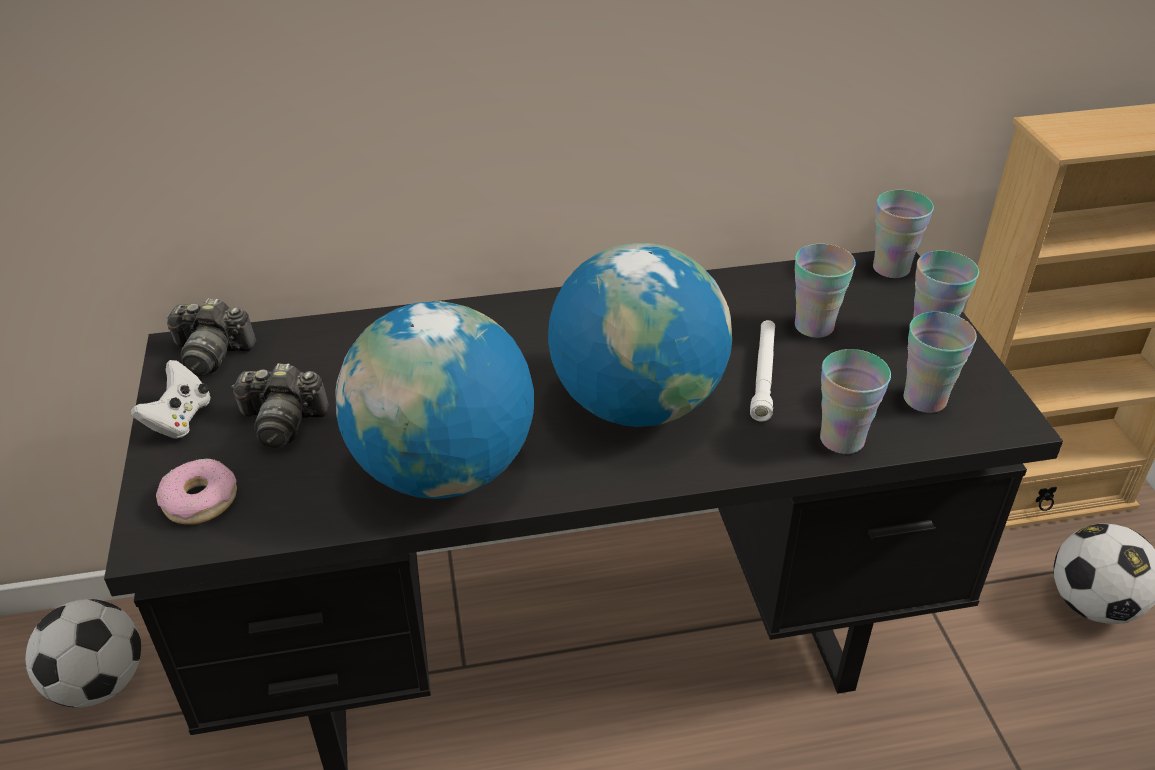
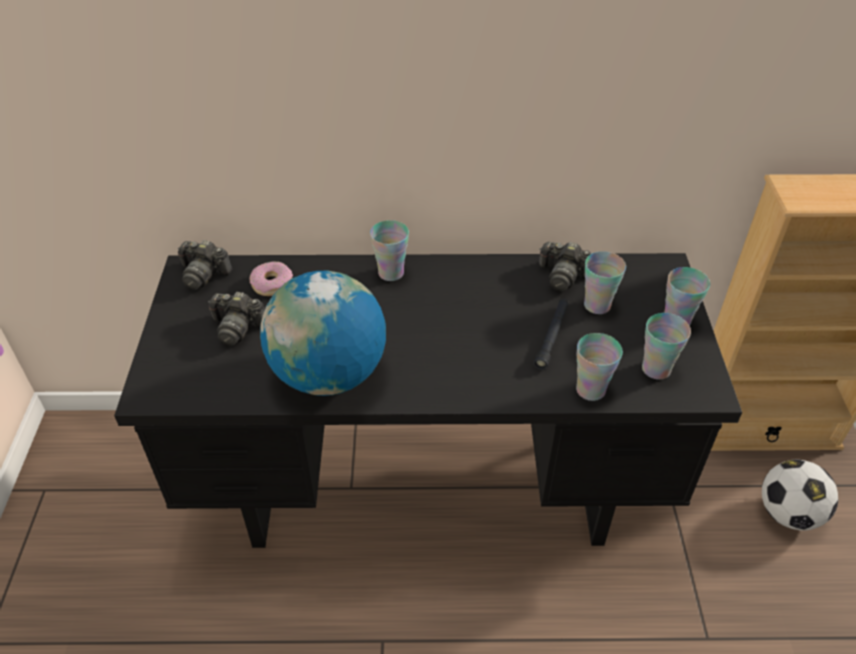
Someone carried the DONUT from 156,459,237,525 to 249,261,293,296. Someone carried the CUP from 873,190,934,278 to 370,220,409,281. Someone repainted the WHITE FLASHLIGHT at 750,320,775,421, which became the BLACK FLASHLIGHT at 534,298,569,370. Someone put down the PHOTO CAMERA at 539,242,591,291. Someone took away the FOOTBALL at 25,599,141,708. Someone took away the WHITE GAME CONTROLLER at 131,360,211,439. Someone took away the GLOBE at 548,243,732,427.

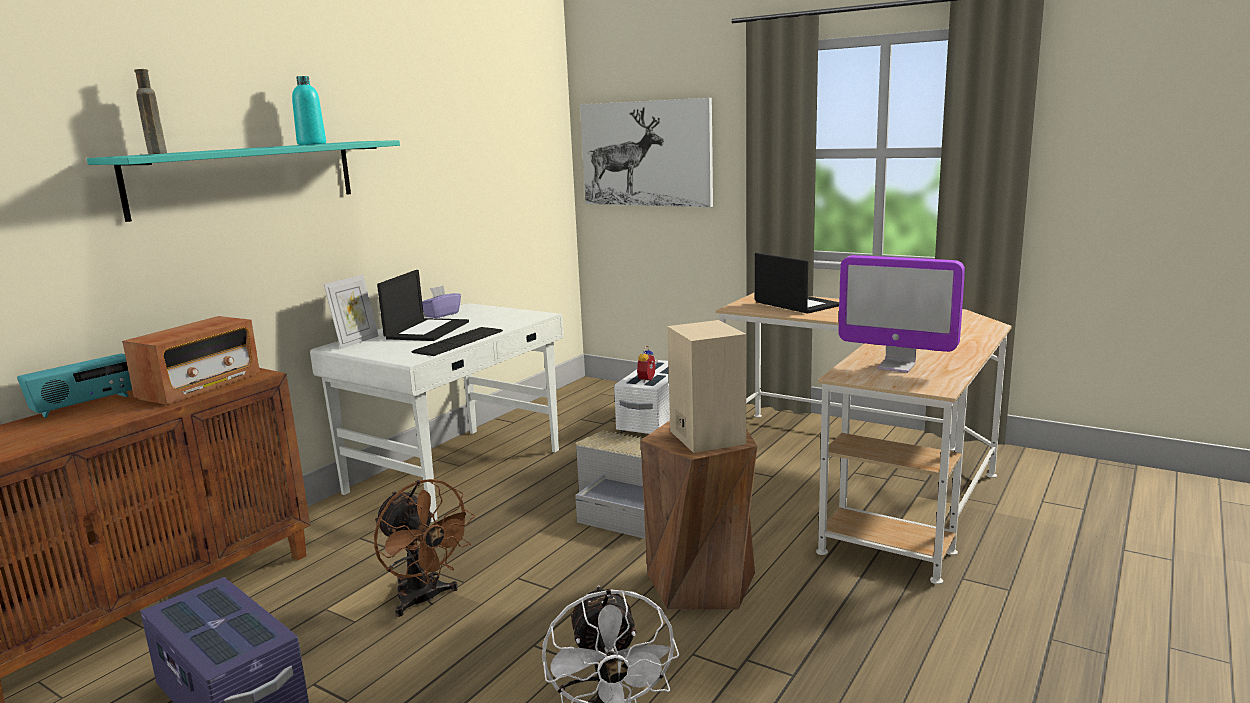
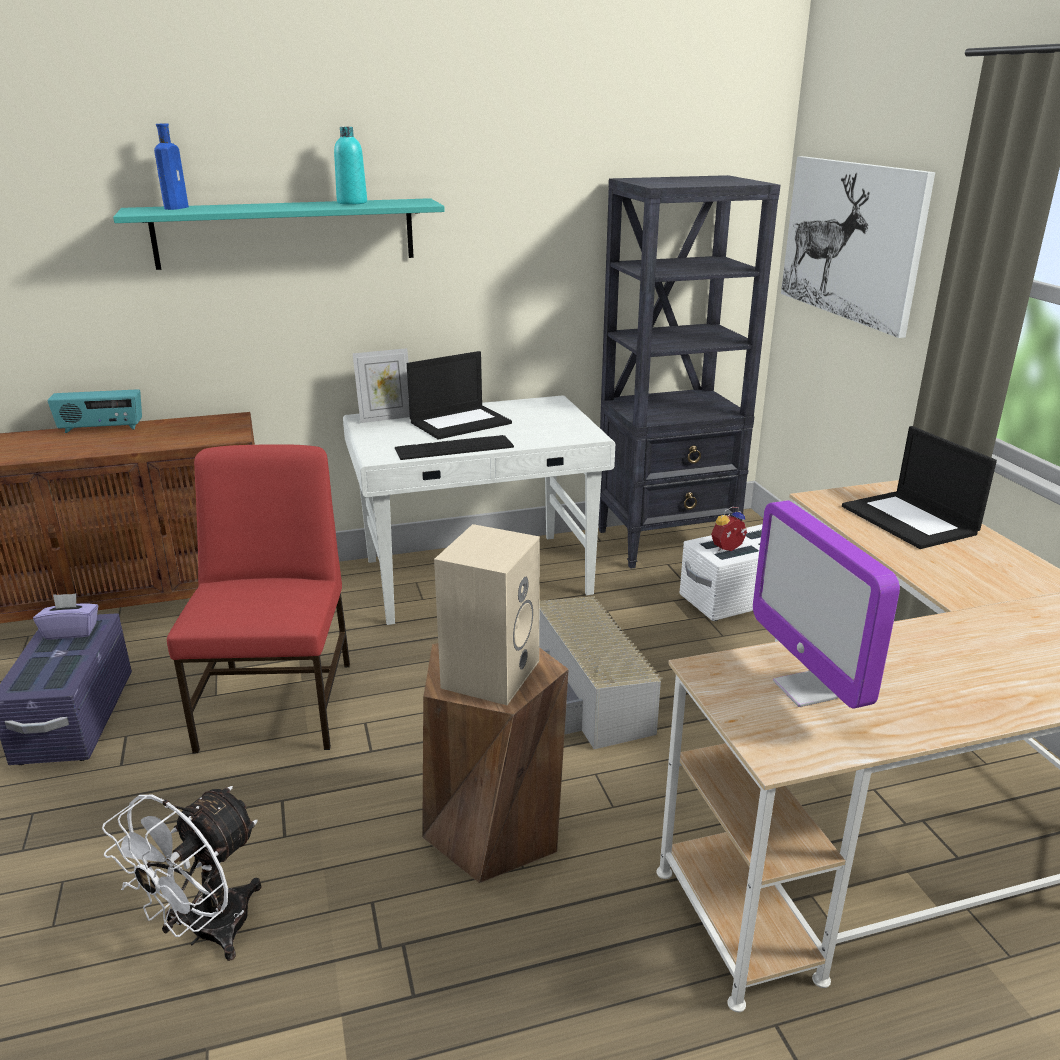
Someone carried the PURPLE TISSUE BOX from 422,286,461,318 to 33,593,98,639. Someone repainted the BROWN BOTTLE at 134,69,167,154, which became the BLUE BOTTLE at 154,123,189,210. Someone swapped the BROWN FAN at 374,479,475,617 for the RED CHAIR at 167,444,350,753. Someone put down the BLACK BOOKCASE at 598,175,780,569. Someone rotated the LAPTOP at 755,253,839,314 by 150 degrees clockwise. Someone took away the RADIO at 122,316,260,405.

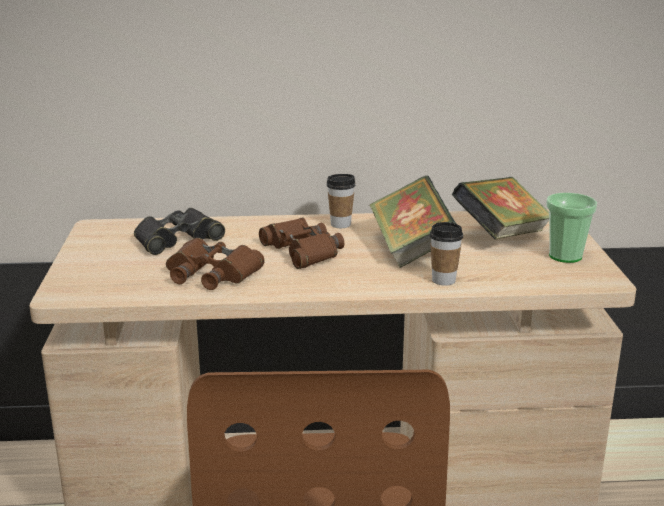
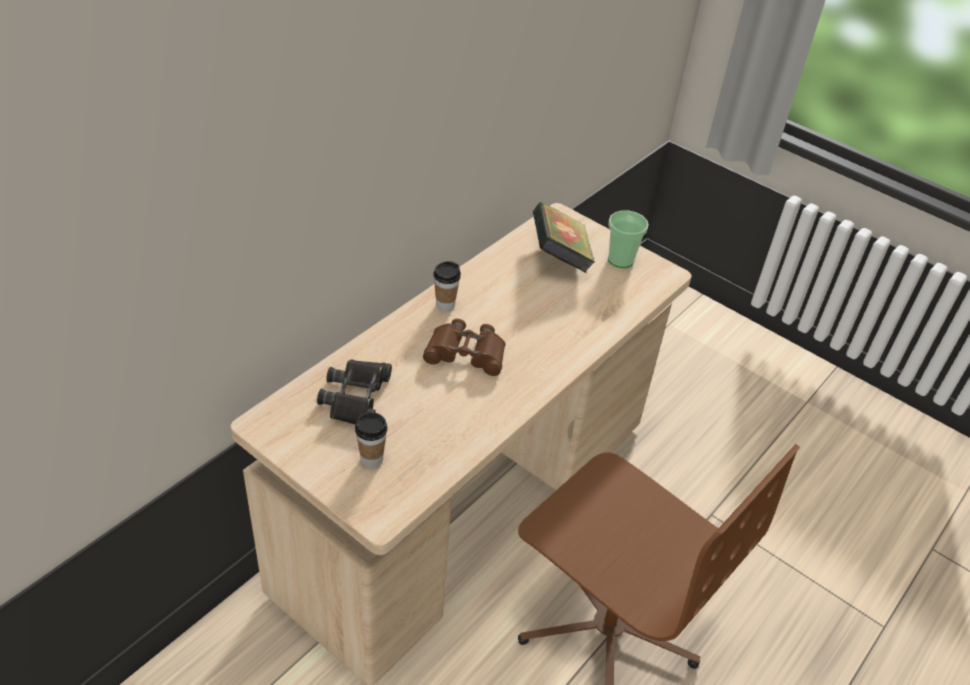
Someone carried the CUP from 430,222,463,286 to 355,412,388,468. Someone took away the BROWN BINOCULARS at 166,238,265,290. Someone took away the BOOK at 370,176,457,268.

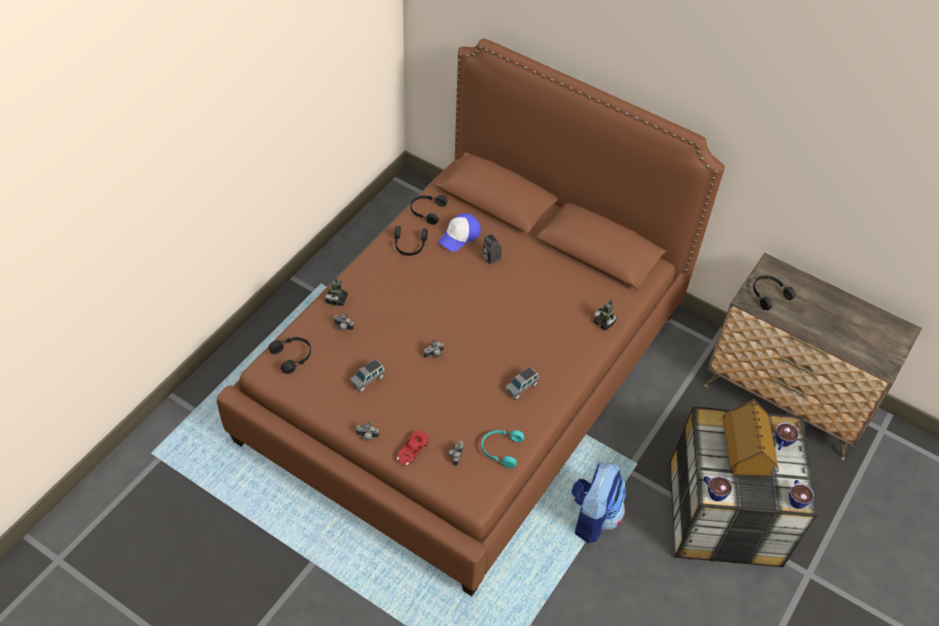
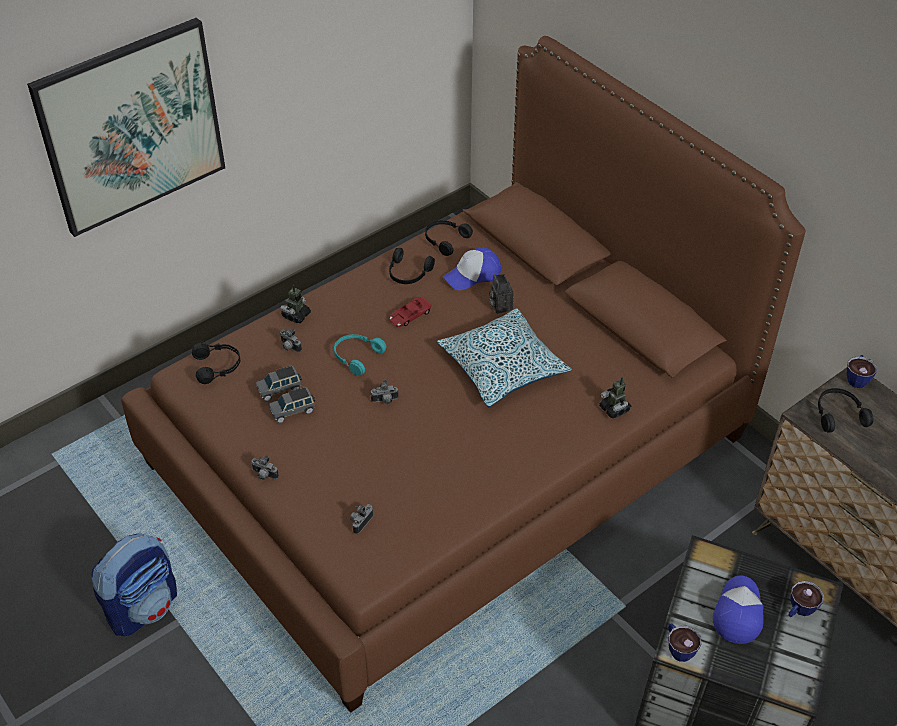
Someone put up the PICTURE at 27,18,225,237. Someone carried the BACKPACK from 571,463,626,543 to 91,534,177,636. Someone carried the GREY TOY CAR from 505,366,539,399 to 256,365,302,401. Someone carried the TURQUOISE HEADPHONES from 481,430,524,468 to 334,334,386,376. Someone carried the RED TOY CAR from 397,430,429,466 to 390,297,431,327. Someone put down the PILLOW at 437,309,572,407. Someone swapped the TOY HOUSE at 722,399,779,477 for the CAP at 713,576,764,644. Someone carried the CUP from 789,480,814,509 to 846,355,877,388.

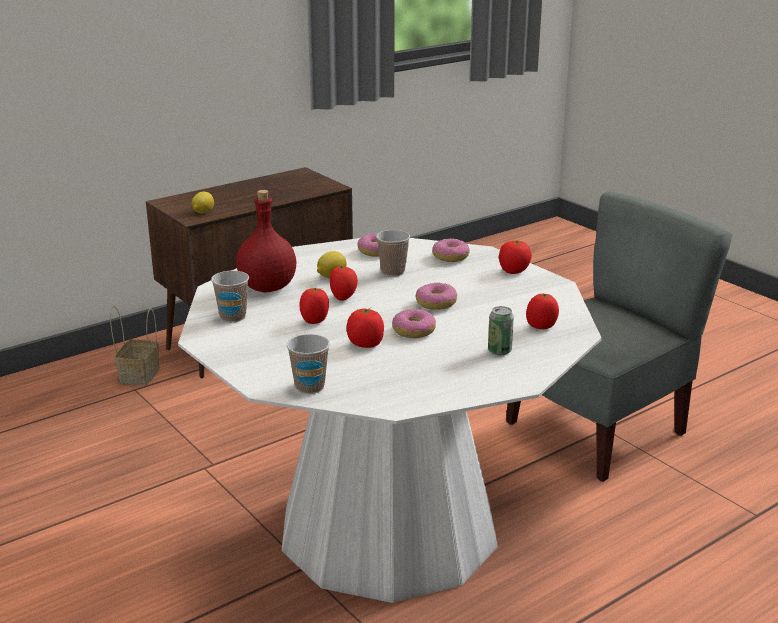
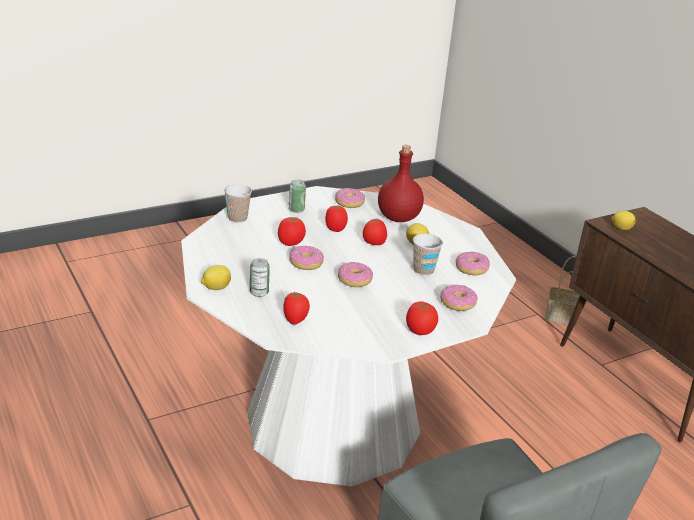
Someone put down the LEMON at 201,265,231,290. Someone put down the CAN at 289,180,306,213. Someone swapped the CUP at 211,271,249,322 for the DONUT at 335,188,365,208.

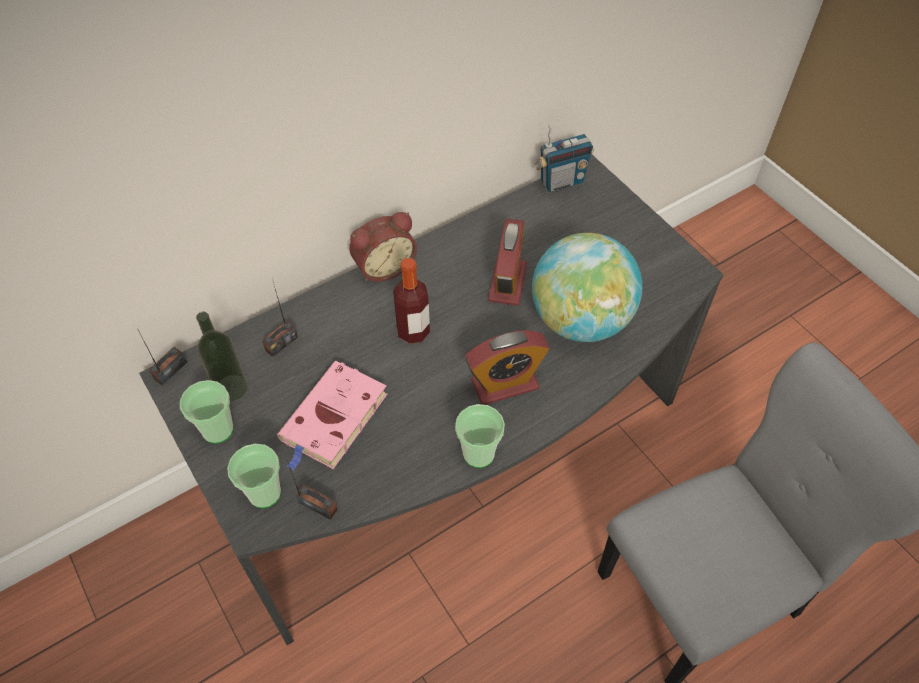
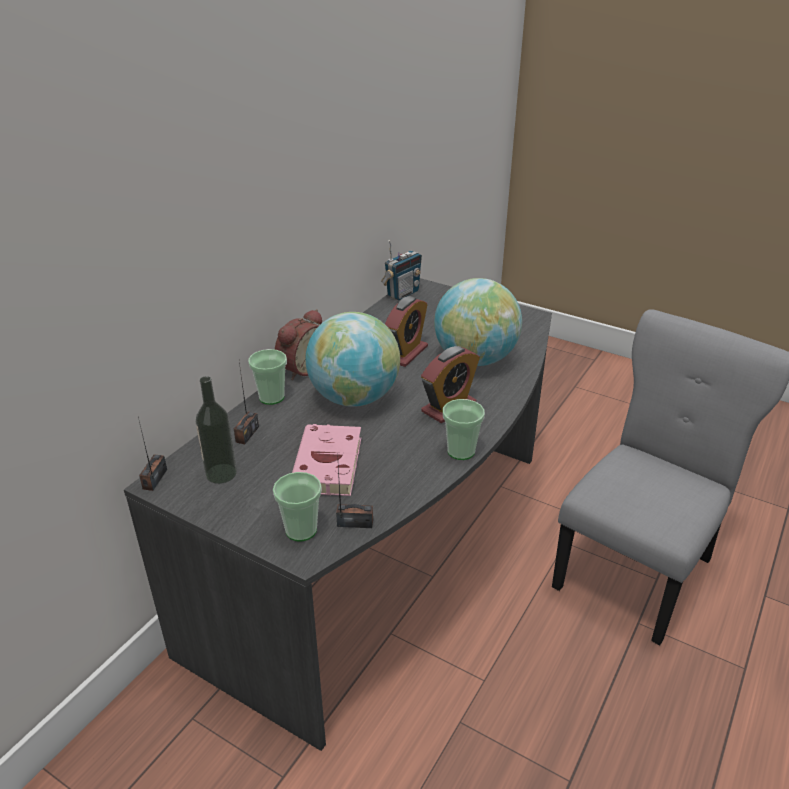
Someone carried the CUP from 180,380,233,444 to 248,349,287,405. Someone swapped the BOTTLE at 393,258,430,344 for the GLOBE at 305,312,400,407. Someone rotated the ALARM CLOCK at 488,219,527,306 by 45 degrees clockwise.

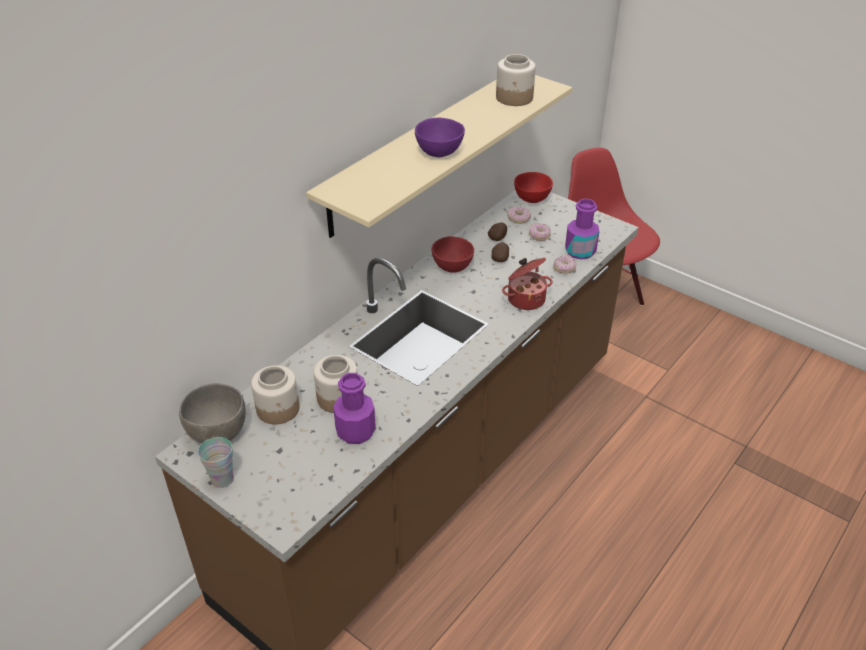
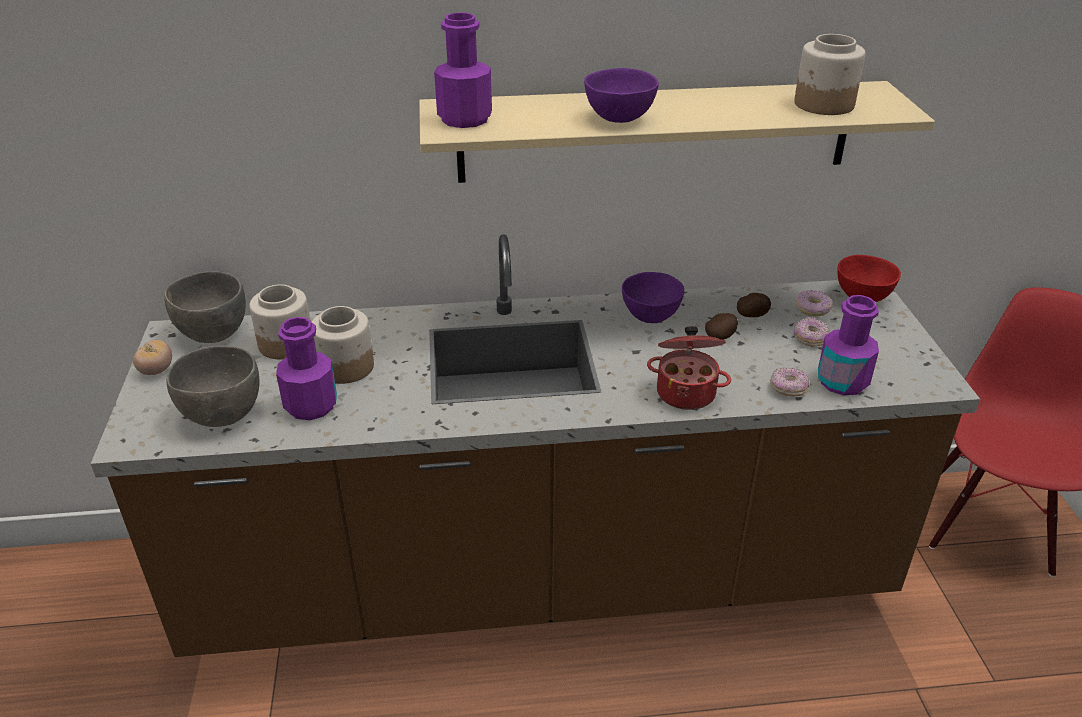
Someone swapped the CUP at 198,437,234,488 for the TOMATO at 133,340,172,375. Someone put down the GREY BOWL at 167,346,260,427. Someone put down the PURPLE BOTTLE at 434,12,492,128. Someone repainted the RED BOWL at 431,236,474,272, which became the PURPLE BOWL at 622,272,684,323.

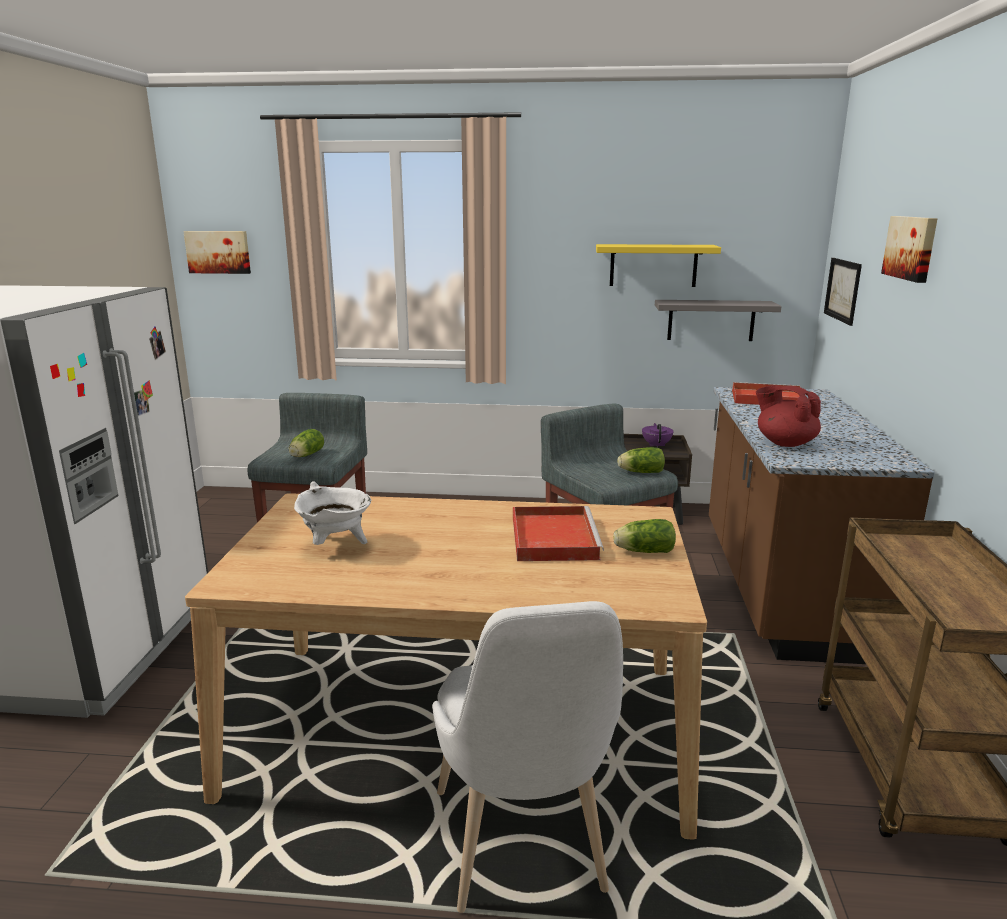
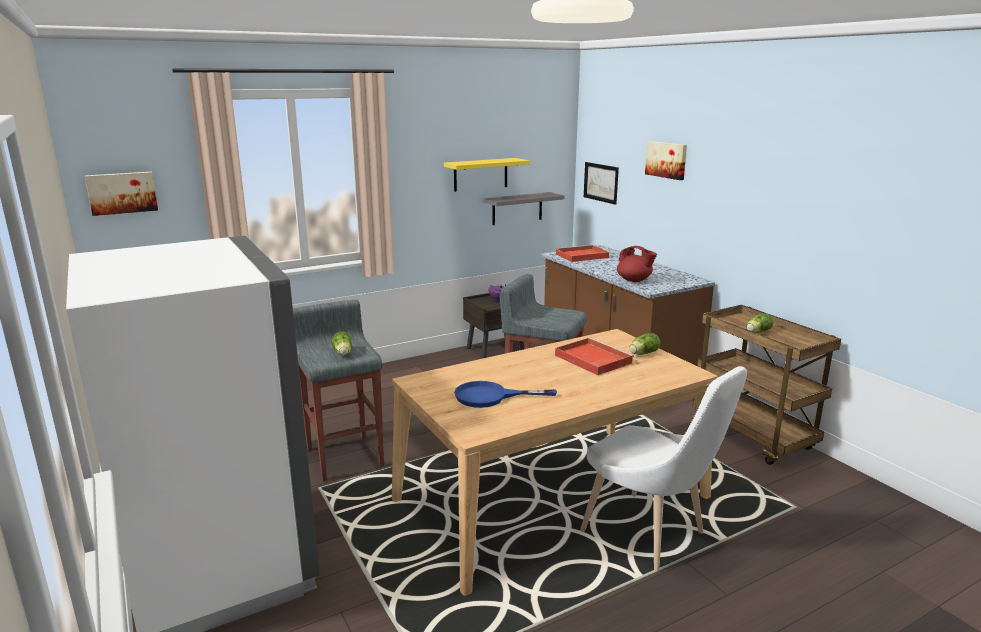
Someone swapped the WHITE COOKING POT at 294,481,371,545 for the BLUE FRYING PAN at 454,381,557,408. Someone rotated the RED TEAPOT at 756,385,821,447 by 150 degrees counterclockwise. Someone carried the LETTUCE from 617,447,665,473 to 747,313,773,333.

